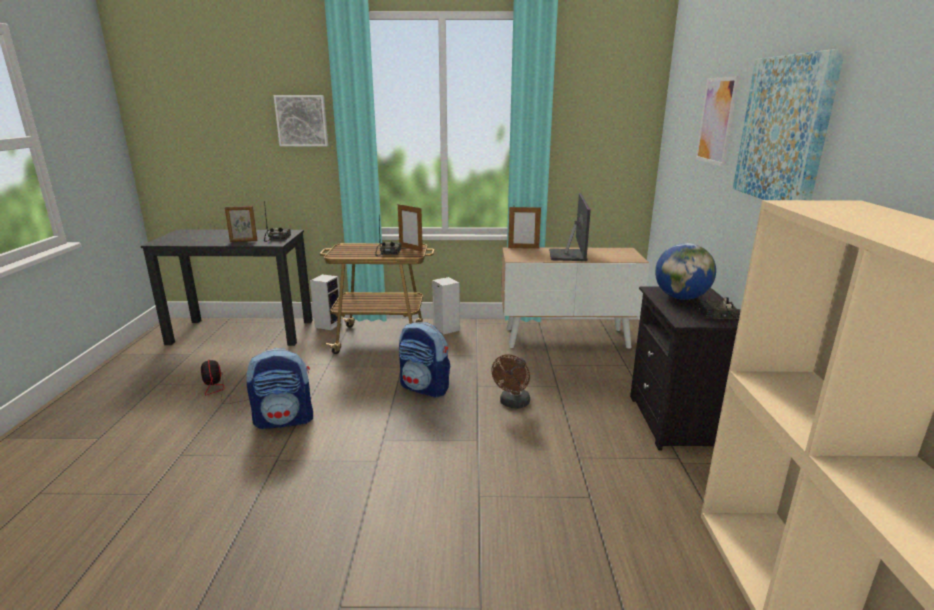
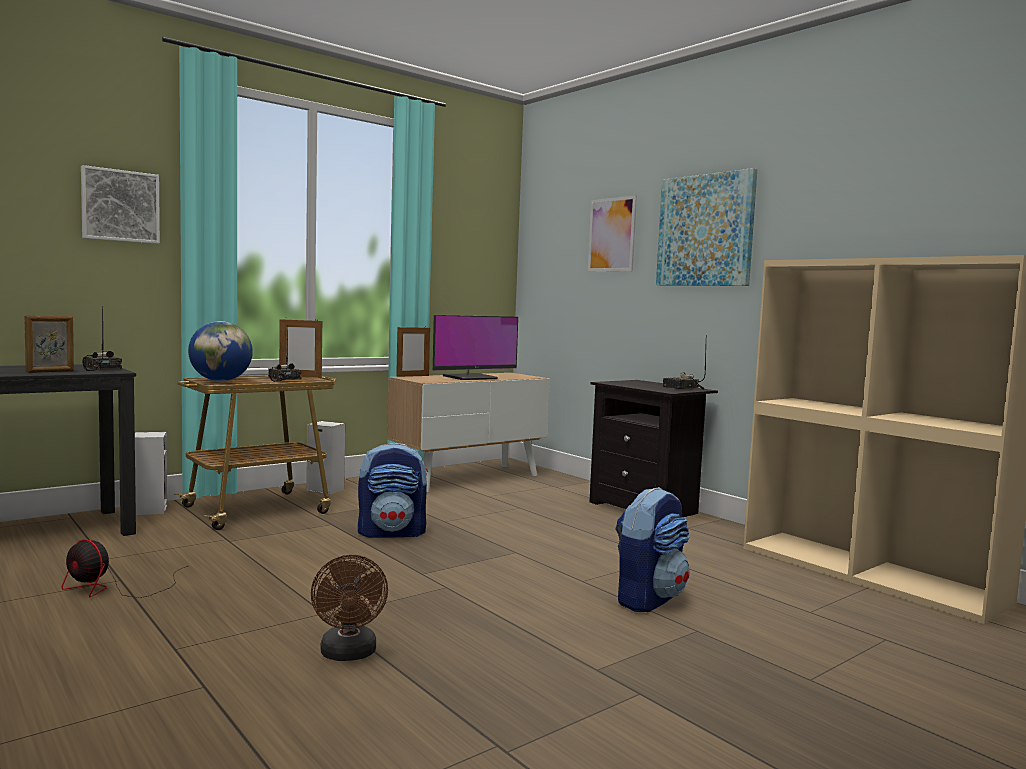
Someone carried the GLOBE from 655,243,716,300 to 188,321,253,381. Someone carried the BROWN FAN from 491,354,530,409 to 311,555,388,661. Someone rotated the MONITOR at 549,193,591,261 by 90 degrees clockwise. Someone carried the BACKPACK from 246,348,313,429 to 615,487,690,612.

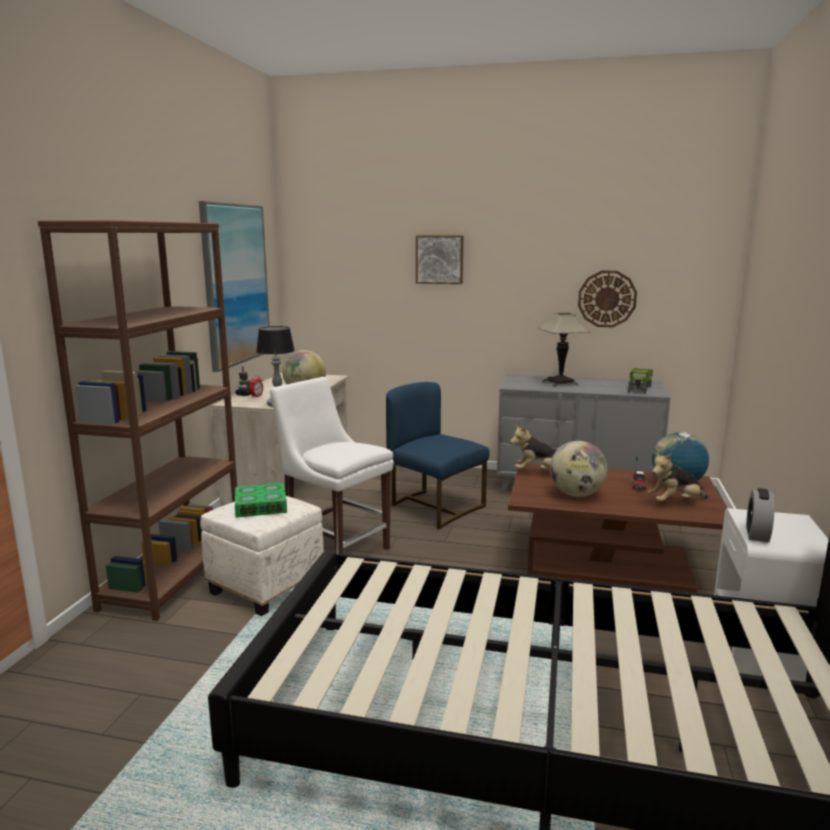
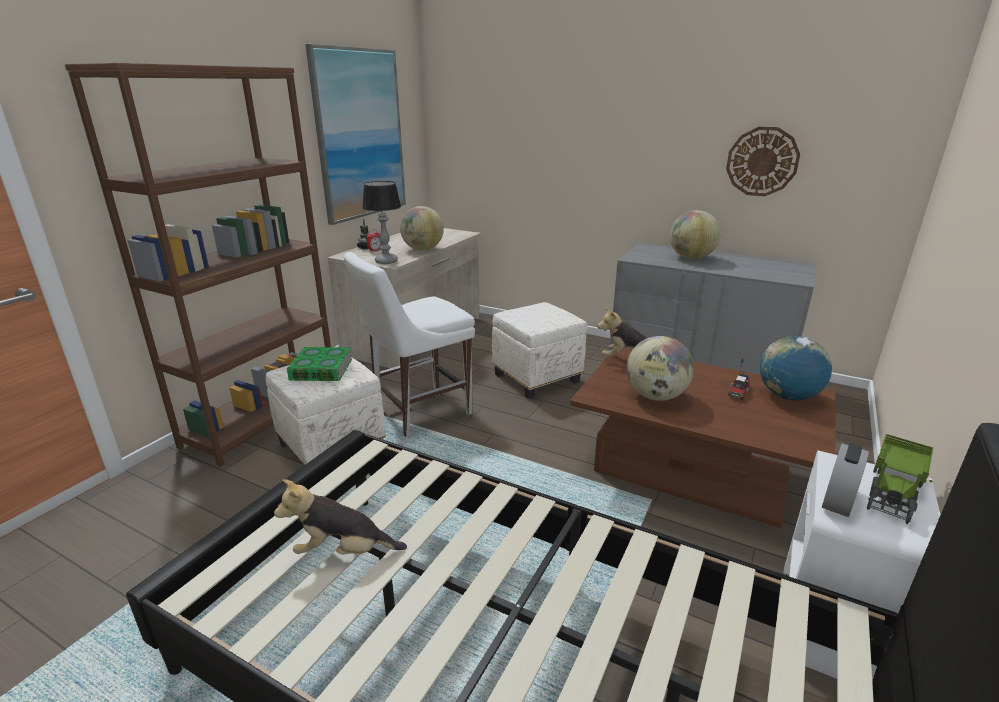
Someone carried the PLUSH TOY from 648,452,708,502 to 274,479,407,555. Someone rotated the WHITE CHAIR at 270,377,394,554 by 90 degrees counterclockwise. Someone swapped the BLUE CHAIR at 386,382,490,529 for the WHITE OTTOMAN at 492,302,587,399. Someone swapped the TABLE LAMP at 538,312,590,387 for the GLOBE at 670,210,721,259. Someone carried the TOY TRUCK from 628,368,653,394 to 867,434,933,524. Someone took away the PICTURE at 416,235,464,284.

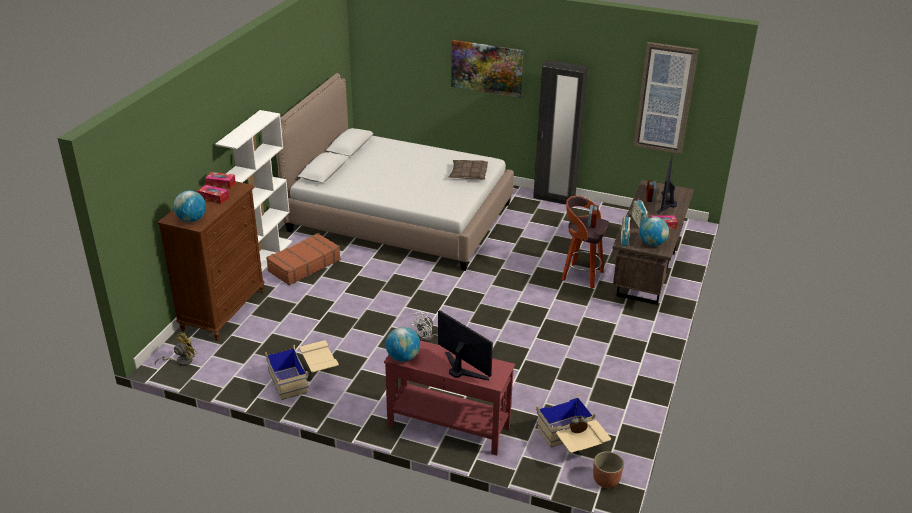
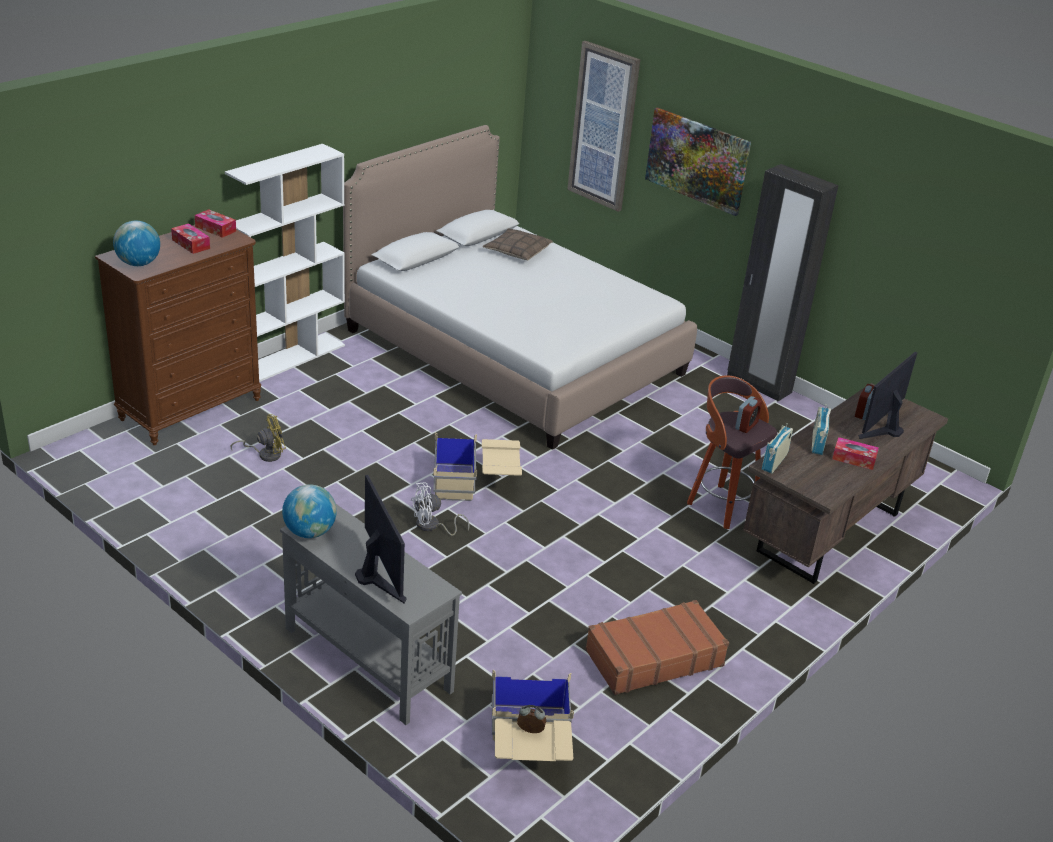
Someone carried the YELLOW FAN from 155,332,197,366 to 230,414,286,462. Someone repainted the RED CONSOLE TABLE at 384,340,515,455, which became the GREY CONSOLE TABLE at 280,503,462,725. Someone carried the BEIGE STORAGE BOX from 265,340,339,400 to 433,432,522,501. Someone carried the PILLOW from 449,160,488,180 to 483,228,553,260. Someone carried the PICTURE from 633,42,699,154 to 567,41,640,212. Someone carried the BROWN SUITCASE from 266,233,341,285 to 585,600,729,695. Someone took away the PLANTER at 593,451,624,488. Someone took away the GLOBE at 640,217,669,246.

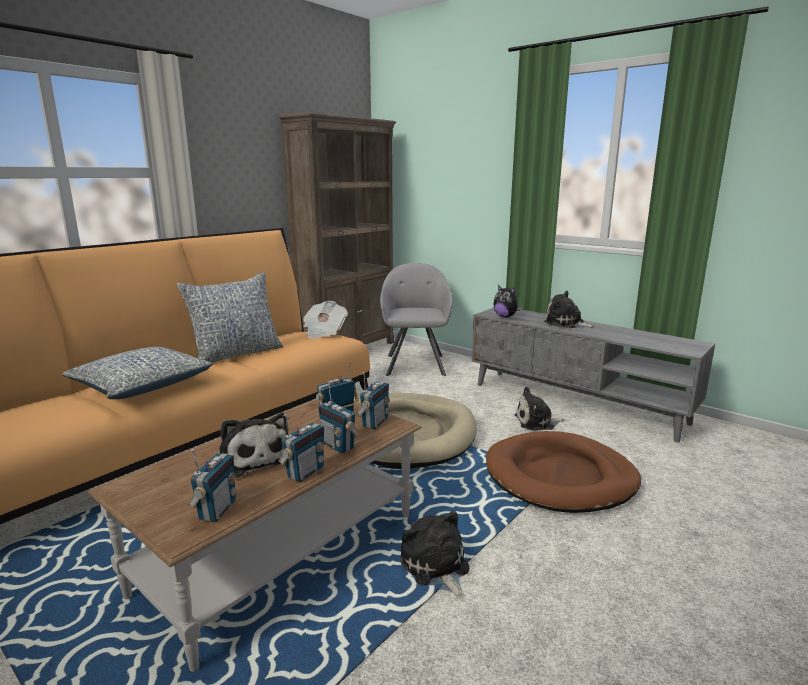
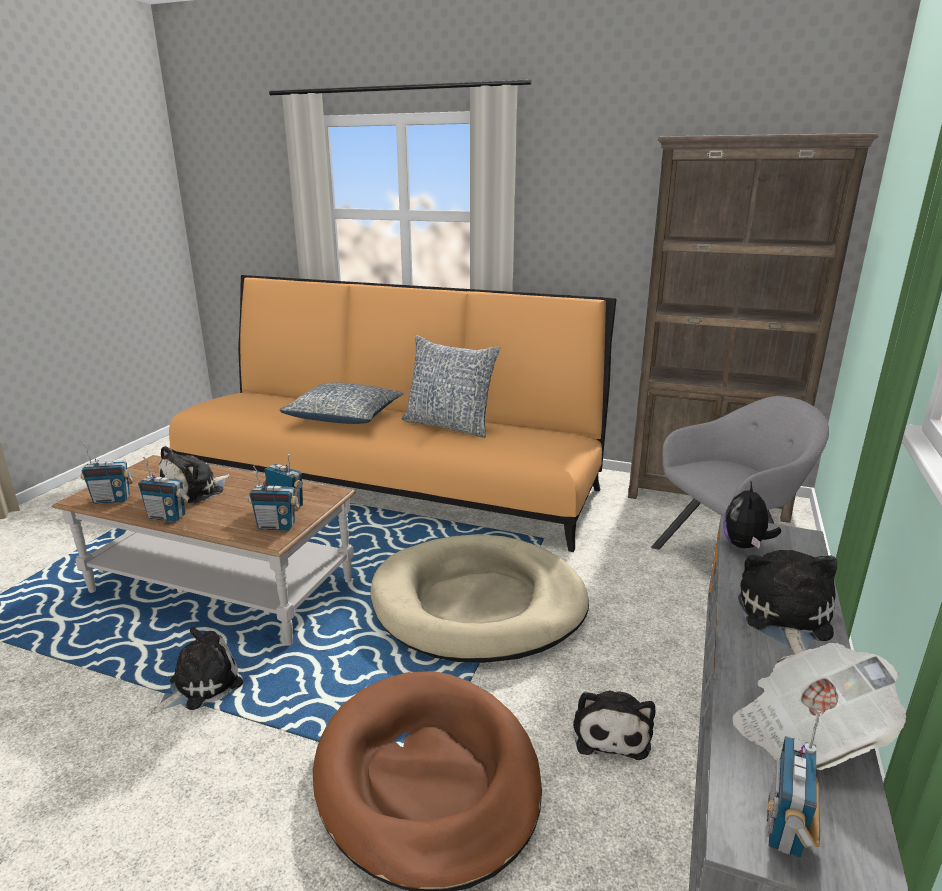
Someone rotated the PLUSH TOY at 515,387,565,431 by 150 degrees counterclockwise. Someone carried the NEWSPAPER from 303,301,348,338 to 733,643,906,770. Someone carried the RADIO from 318,382,360,454 to 767,710,821,858.

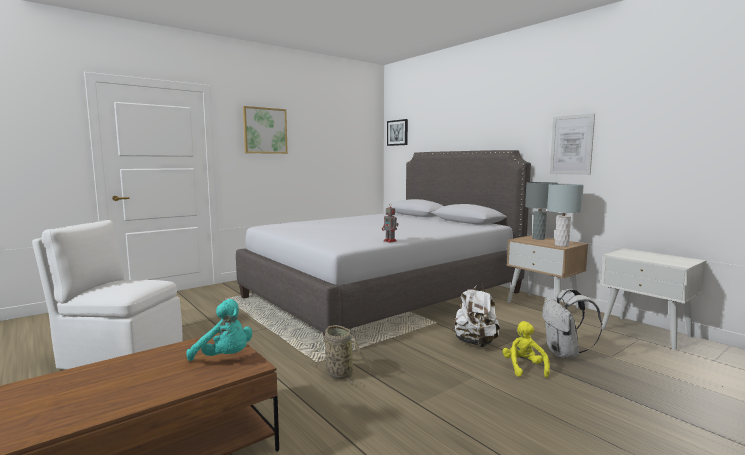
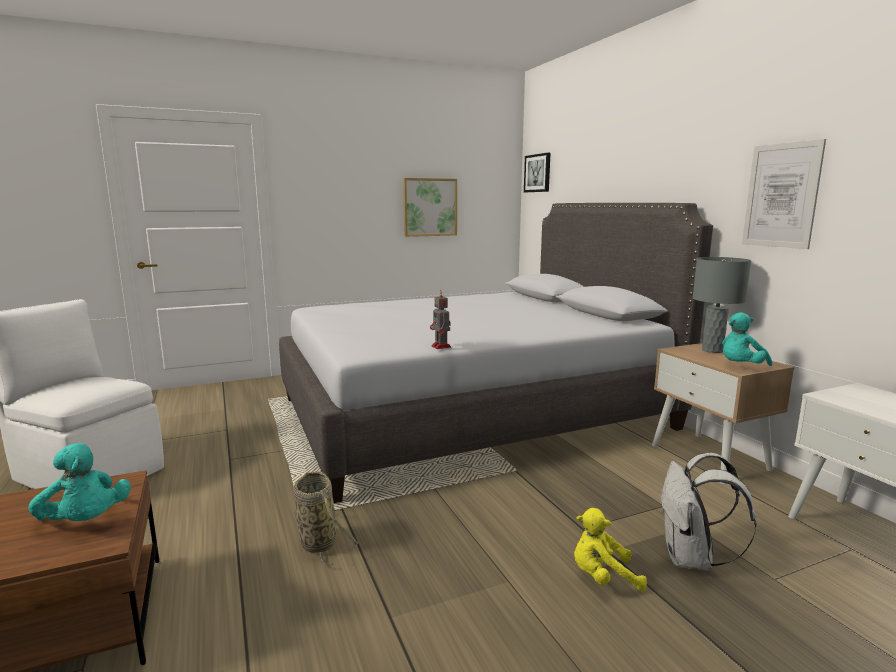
Someone carried the PICTURE from 243,106,288,154 to 403,178,457,237. Someone rotated the YELLOW PLUSH TOY at 502,321,550,378 by 105 degrees counterclockwise. Someone swapped the GREY TABLE LAMP at 547,184,584,247 for the TURQUOISE PLUSH TOY at 722,312,772,366. Someone took away the WHITE BACKPACK at 452,283,500,347.

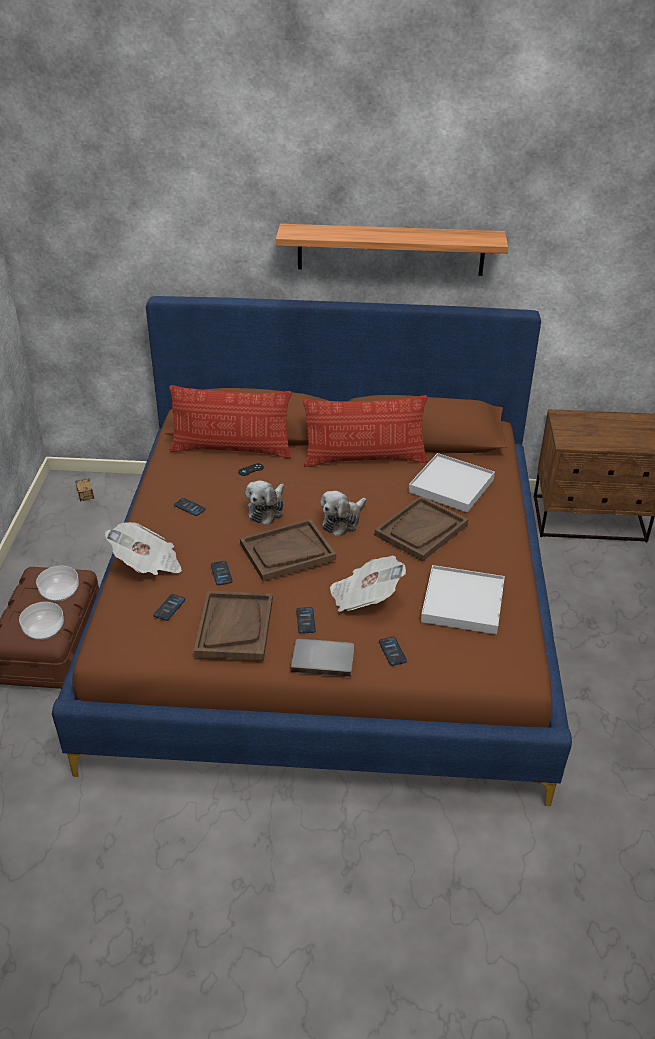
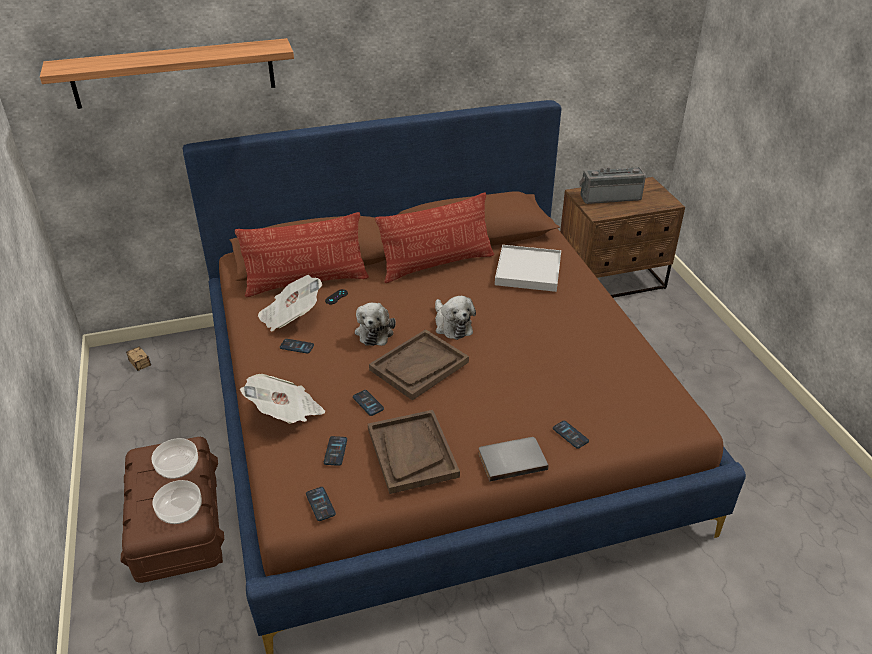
Someone carried the SHELF from 276,224,508,276 to 40,38,294,109. Someone carried the NEWSPAPER from 330,556,406,612 to 258,275,322,331. Someone carried the PHONE from 296,607,316,634 to 306,487,336,521. Someone rotated the PLUSH TOY at 320,491,366,537 by 45 degrees counterclockwise. Someone put down the RADIO at 579,167,646,204. Someone took away the BROWN TRAY at 375,496,468,561. Someone took away the WHITE TRAY at 421,565,505,635.

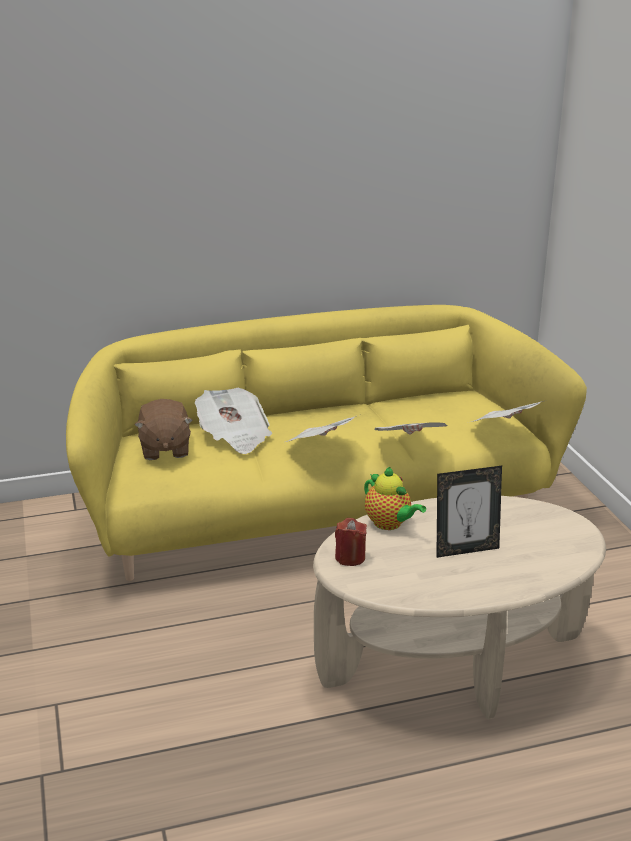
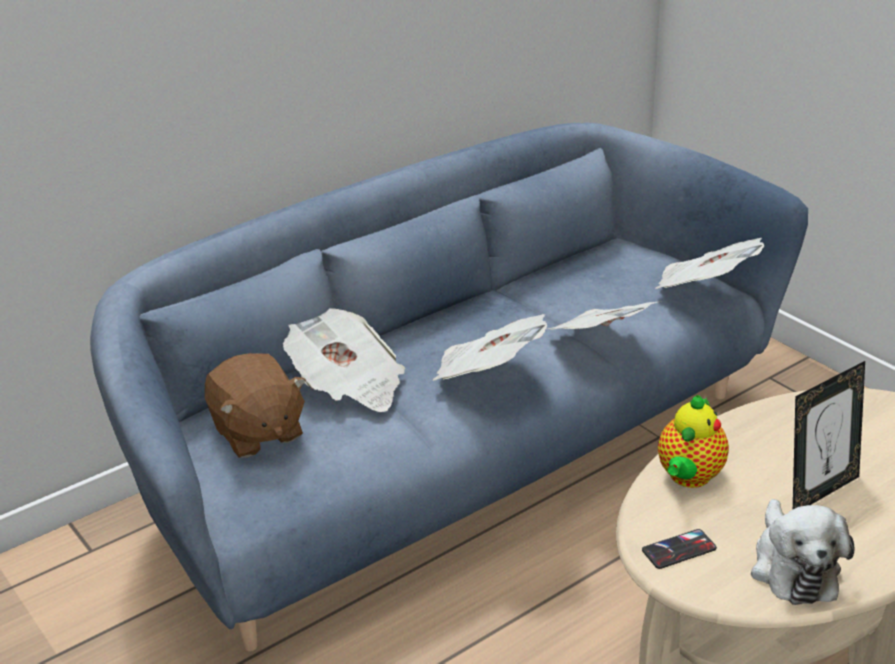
Someone repainted the YELLOW SOFA at 66,305,587,581, which became the BLUE SOFA at 90,123,808,652. Someone swapped the RED CANDLE at 335,518,367,566 for the PHONE at 642,529,717,569. Someone rotated the TEAPOT at 364,467,426,530 by 90 degrees clockwise. Someone put down the PLUSH TOY at 751,499,855,605.

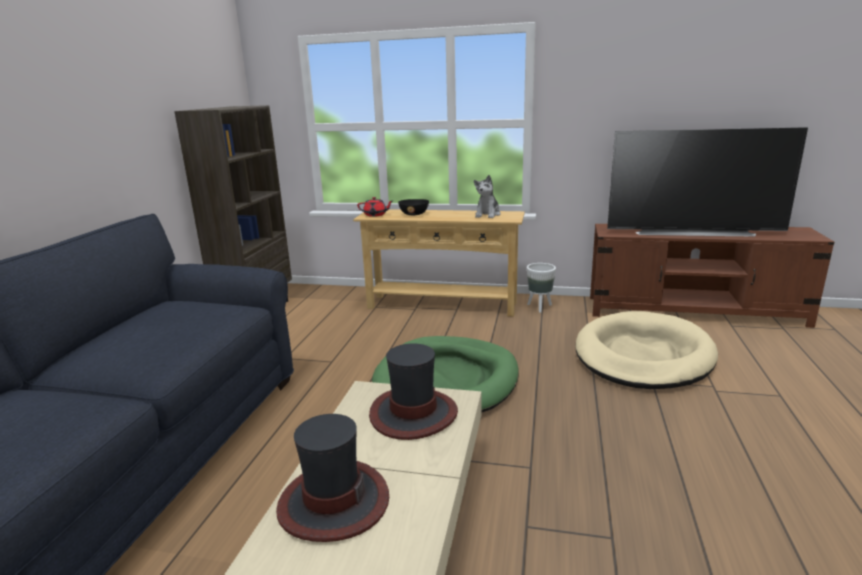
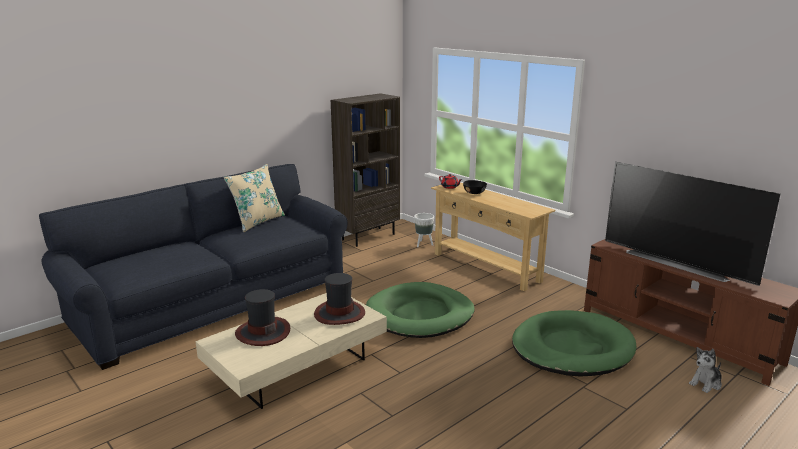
Someone put down the BEIGE PILLOW at 224,164,285,232. Someone carried the WHITE PLANTER from 527,263,556,313 to 414,213,434,247. Someone repainted the BEIGE DOG BED at 575,311,718,389, which became the GREEN DOG BED at 512,310,637,377. Someone carried the PLUSH TOY from 474,175,501,218 to 689,347,722,393.

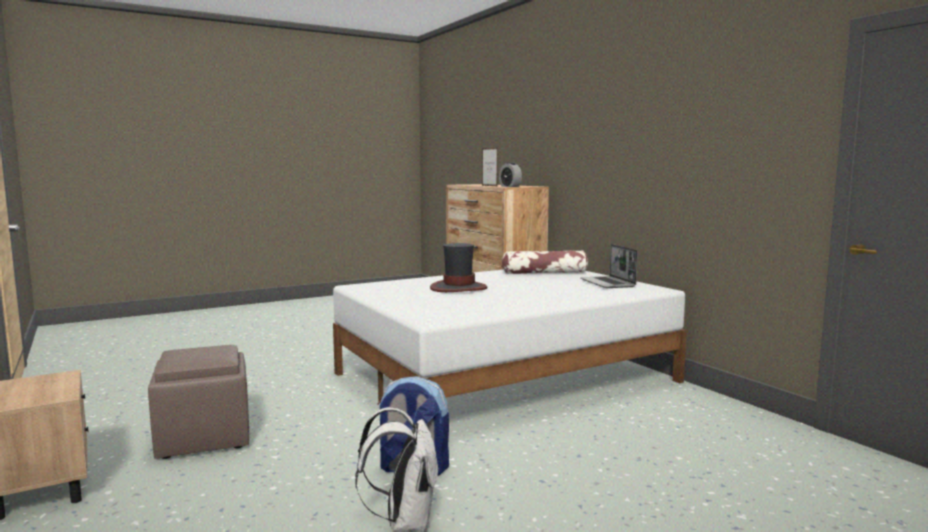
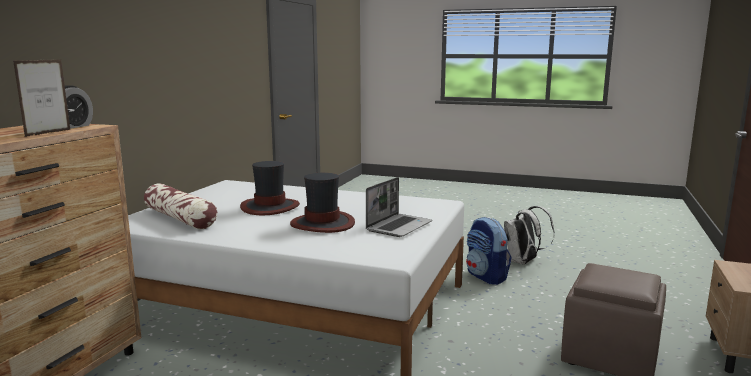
Someone put down the HAT at 240,161,300,215. Someone carried the LAPTOP from 580,244,638,288 to 366,177,432,237.

